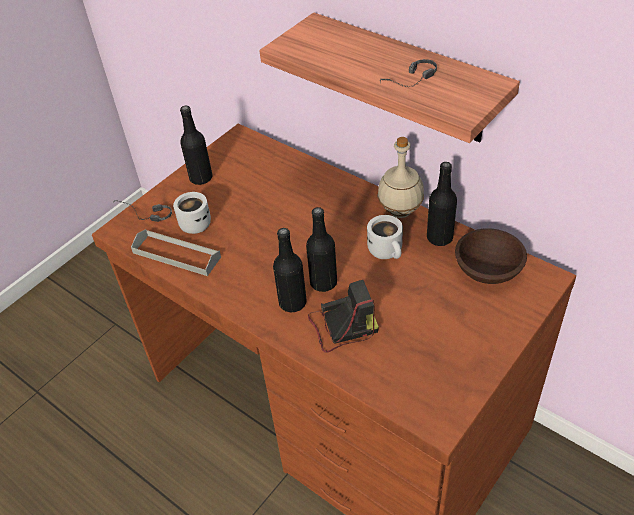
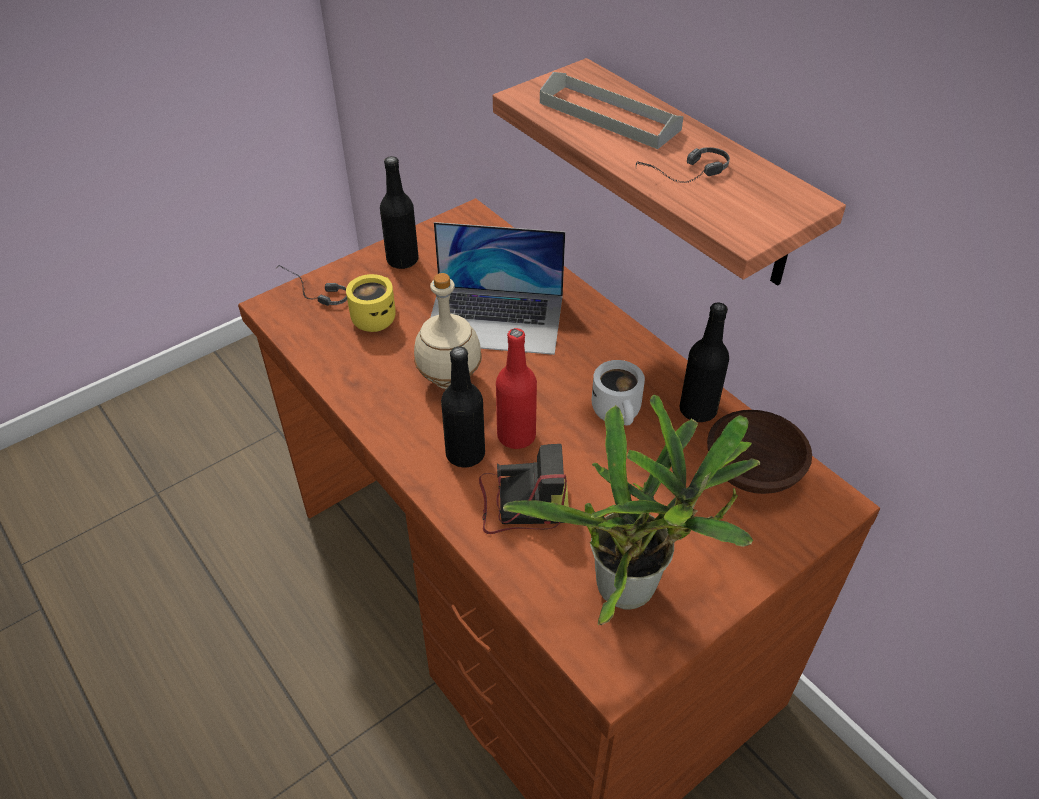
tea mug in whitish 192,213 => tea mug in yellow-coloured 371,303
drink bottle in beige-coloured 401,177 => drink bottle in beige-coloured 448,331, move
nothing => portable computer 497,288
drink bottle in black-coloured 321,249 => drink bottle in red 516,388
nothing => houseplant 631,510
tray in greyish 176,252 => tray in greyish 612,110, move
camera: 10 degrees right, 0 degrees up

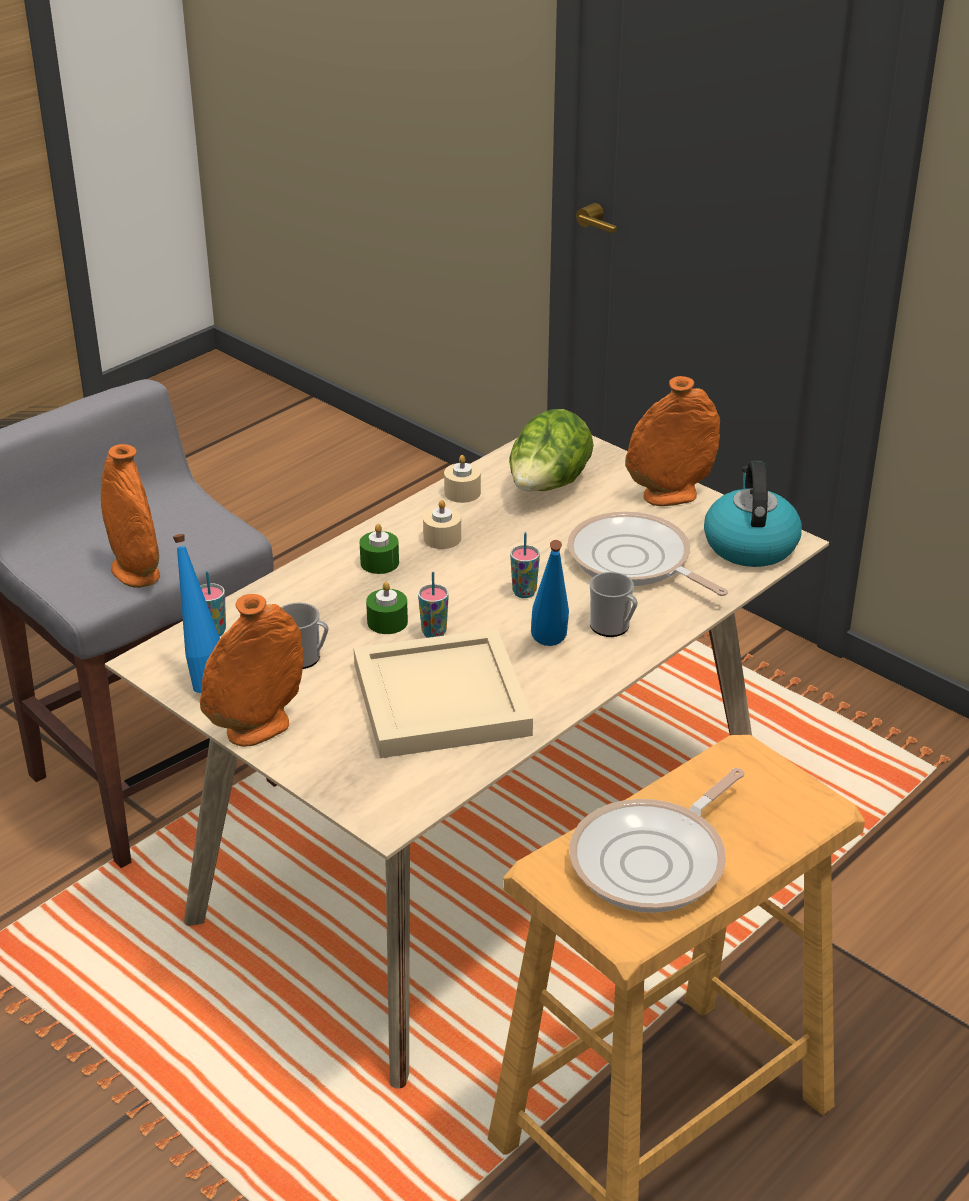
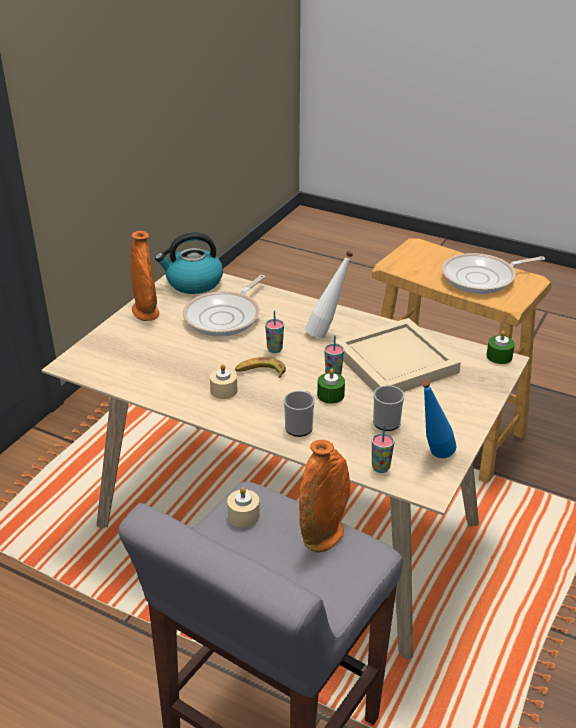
wax light in beige-coloured 462,479 => wax light in beige-coloured 243,507, move
nothing => whole banana 260,367
tea mug 614,604 => tea mug 299,414, move
drink bottle in blue-coloured 550,593 => drink bottle in whitish 329,294
frying pan 657,840 => frying pan 493,273, 135 degrees clockwise
wax light in green 379,549 => wax light in green 500,347, move
vase in orangey 252,670 => nothing
lettuce head 551,450 => nothing
camera: 105 degrees left, 0 degrees up

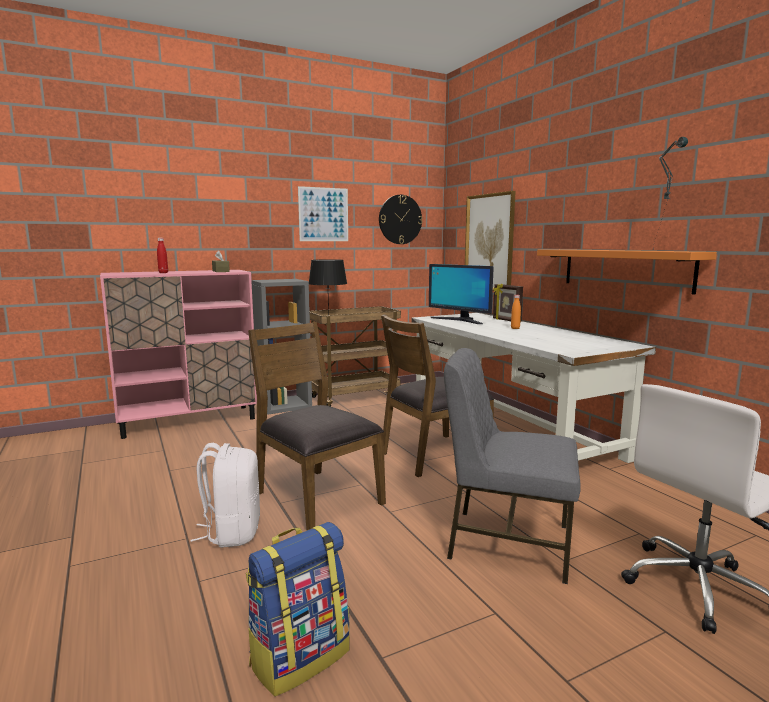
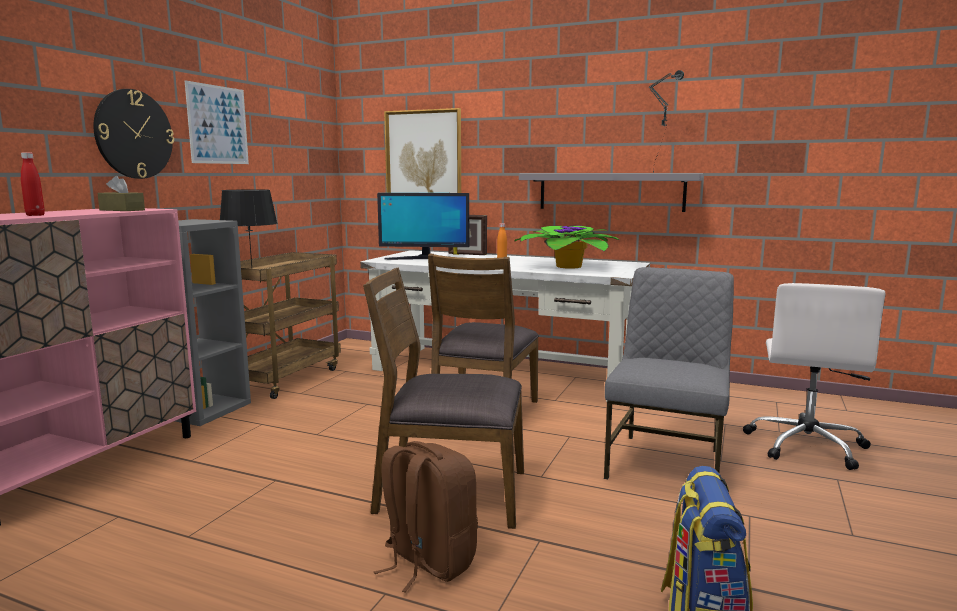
hanging clock 401,219 => hanging clock 133,134, move
backpack in whitish 225,495 => backpack in brown 426,516
nothing => houseplant 566,247
shelf in orangey 627,272 => shelf in greyish 611,193
upright chair in greyish 512,466 => upright chair in greyish 669,373, 135 degrees clockwise
camera: 40 degrees left, 0 degrees up

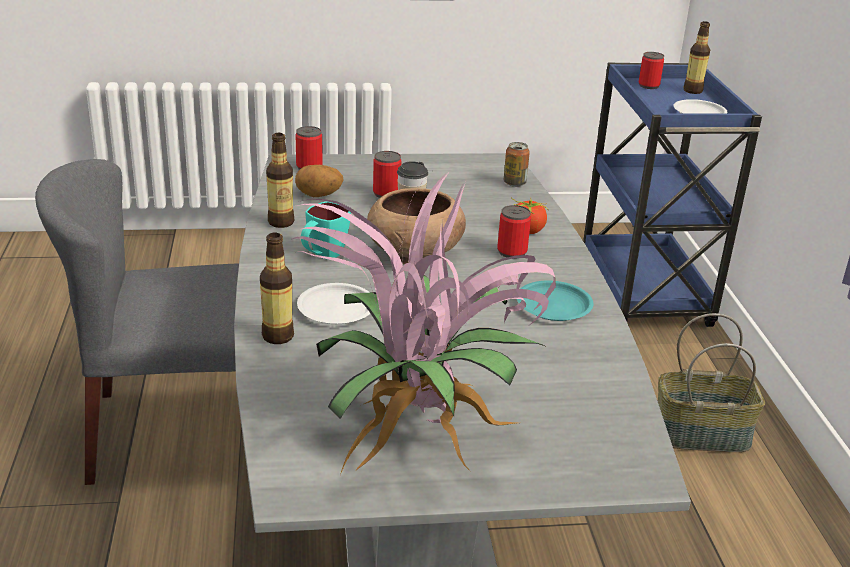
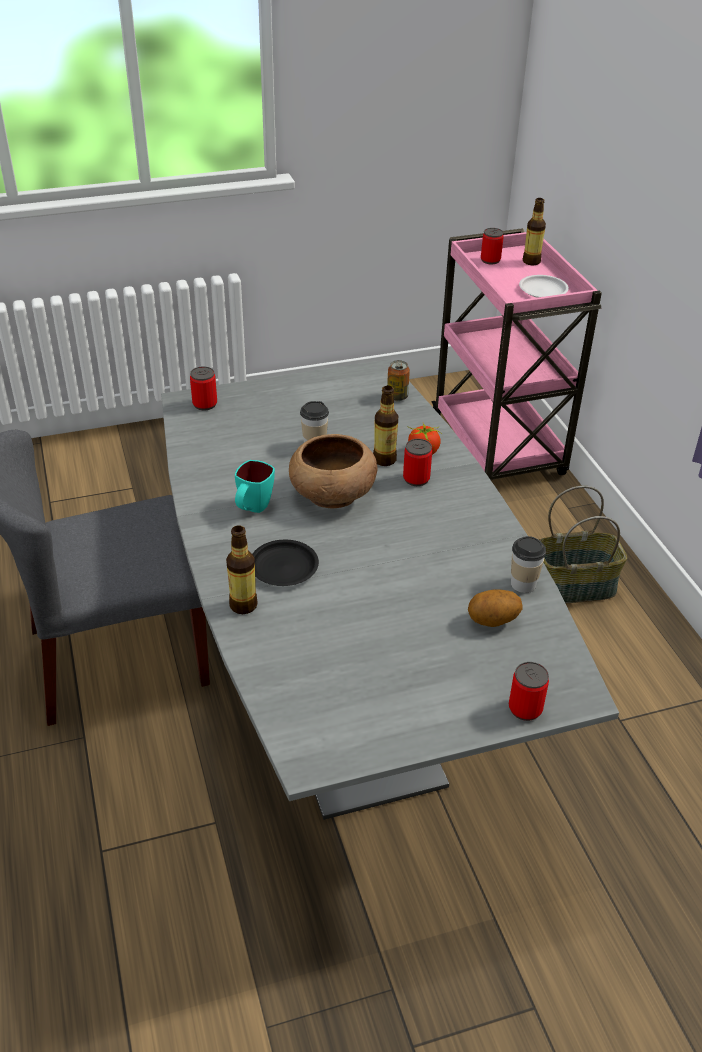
flat dish in whitish 334,303 => flat dish in black-coloured 285,563
drink bottle 280,180 => drink bottle 385,426, move
trolley in blue-coloured 672,195 => trolley in pinkish 516,354
spud 319,181 => spud 495,608, move
can 387,174 => can 529,691, move
nothing => small cup 528,564
houseplant 424,323 => nothing
flat dish in turquoise 555,300 => nothing
camera: 10 degrees left, 10 degrees up

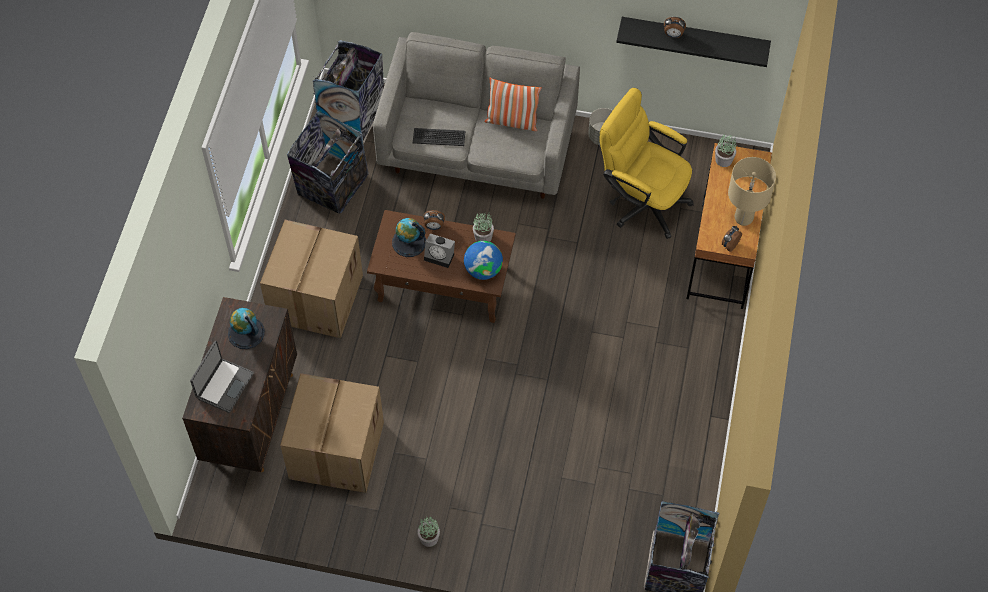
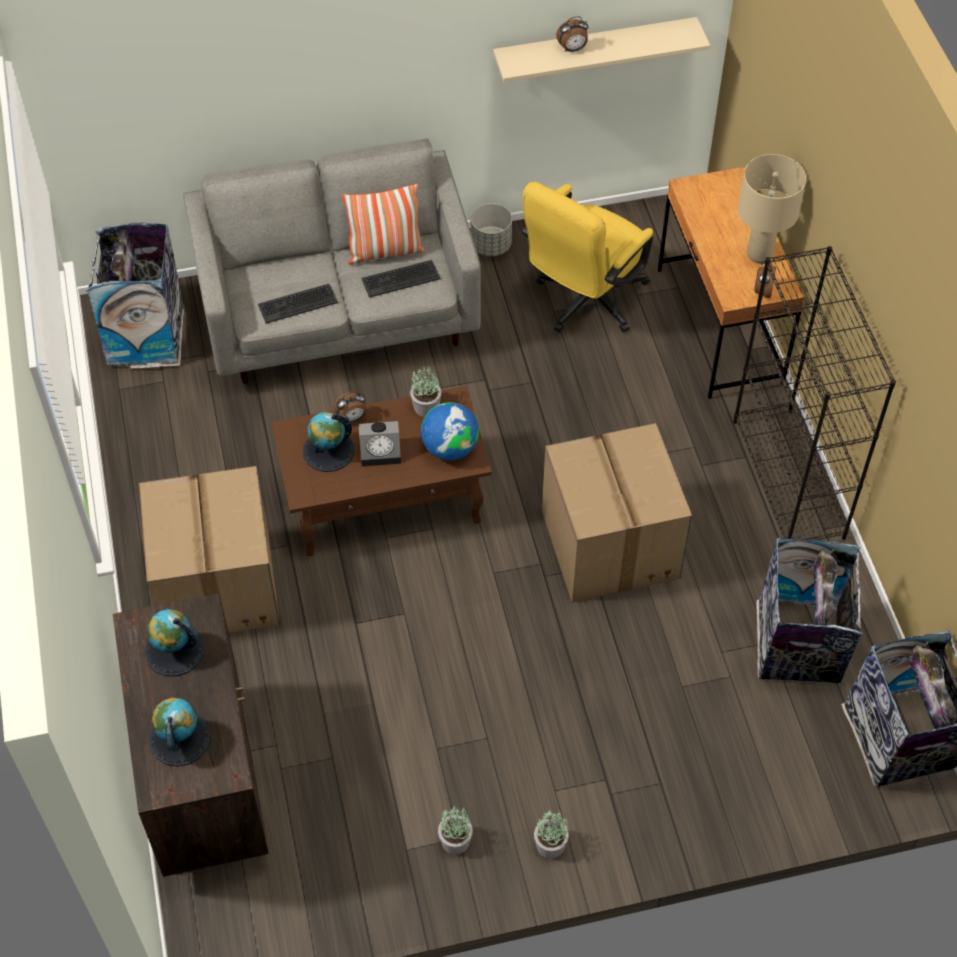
portable computer 222,377 => desk globe 180,732
nothing => PC keyboard 401,279
houseplant 725,150 => houseplant 455,830, move
shelf in black-coloured 693,42 => shelf in beige-coloured 601,49
desk chair in yellow-coloured 646,163 => desk chair in yellow-coloured 587,257, 60 degrees counterclockwise
packing box 332,433 => packing box 617,512, move
nothing => bookcase in black-coloured 814,393
waste bin 328,162 => waste bin 810,610, move
camera: 25 degrees left, 5 degrees down

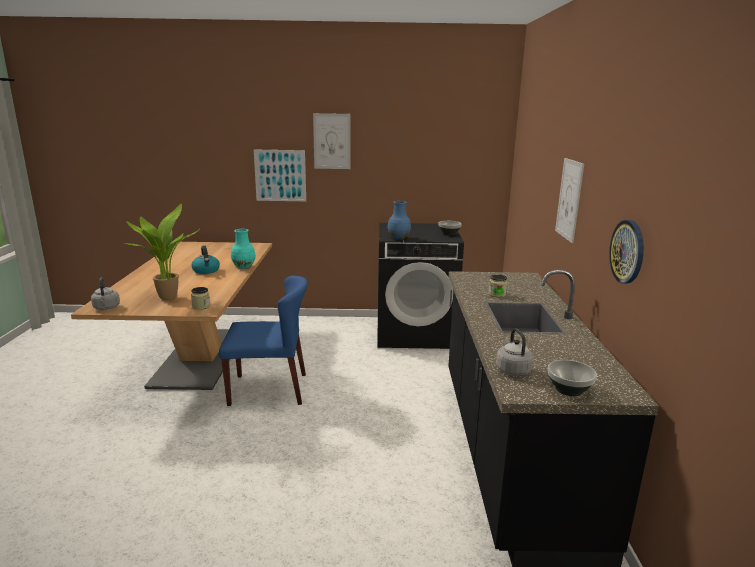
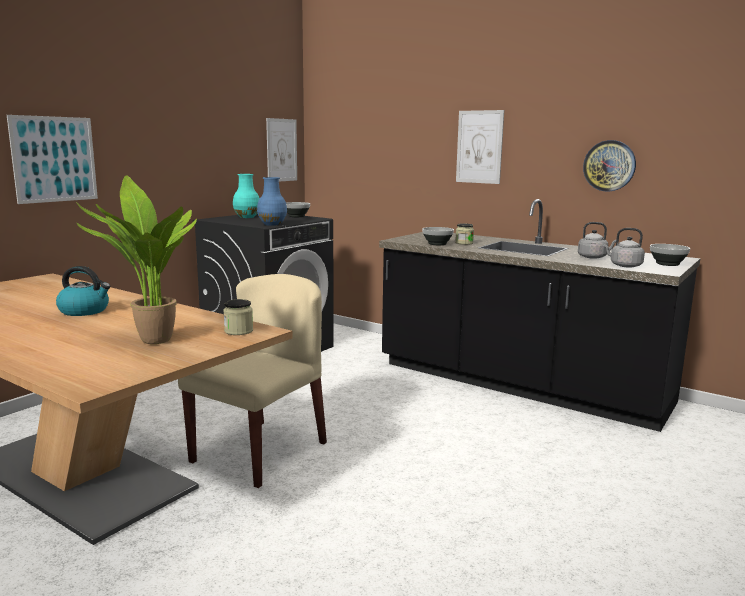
upright chair in blue-coloured 263,341 => upright chair in beige-coloured 252,381
vase in turquoise 243,249 => vase in turquoise 246,196, move
wall art 332,141 => wall art 281,150, move
nothing => deep dish 438,236
water kettle in greyish 105,293 => water kettle in greyish 597,240, move
camera: 55 degrees left, 5 degrees down

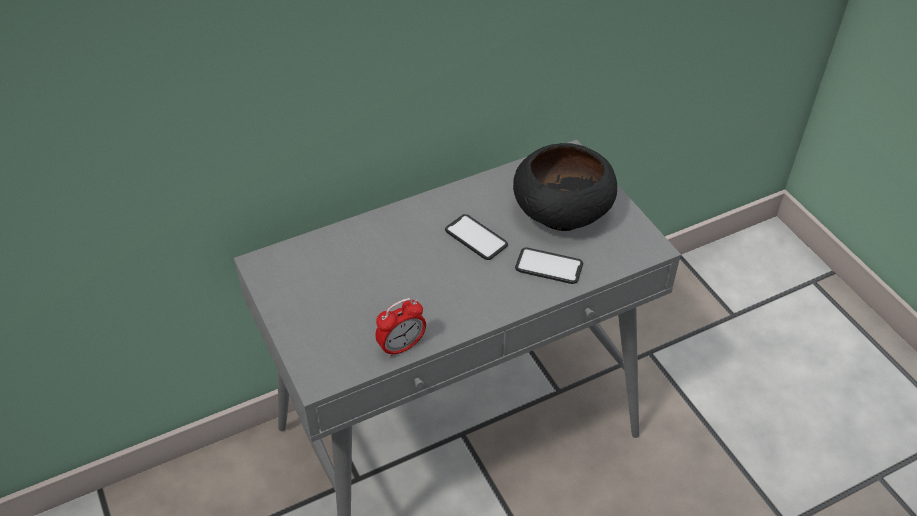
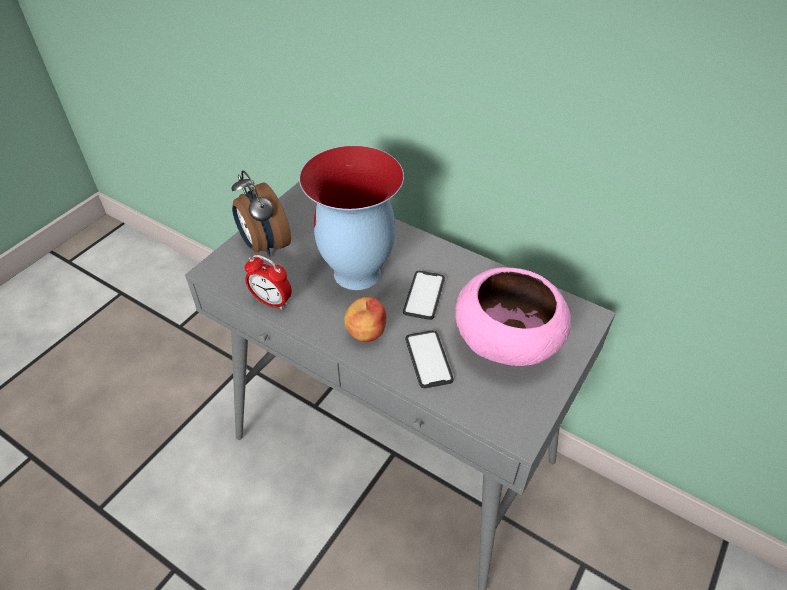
nothing => table clock 261,213
nothing => vase 351,218
nothing => whole apple 365,319
deep dish in black-coloured 565,187 => deep dish in pinkish 513,316
camera: 60 degrees right, 0 degrees up

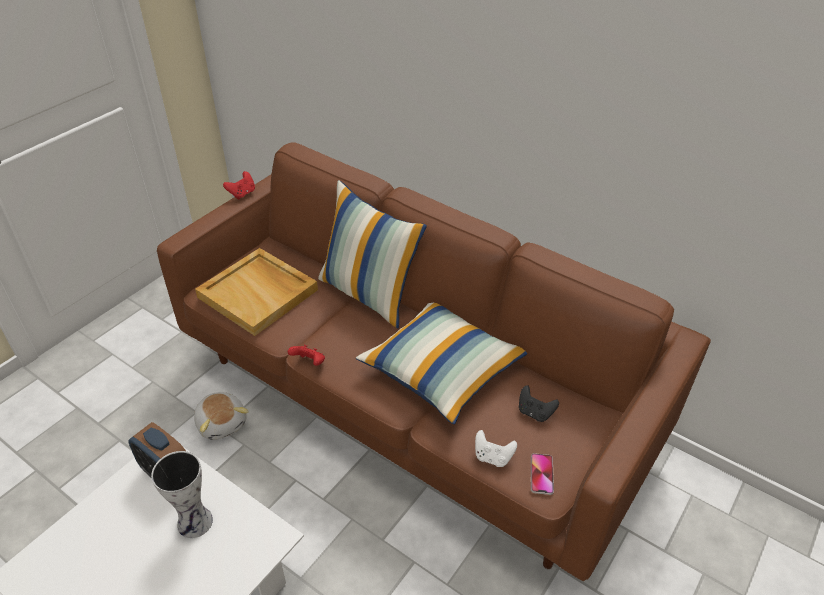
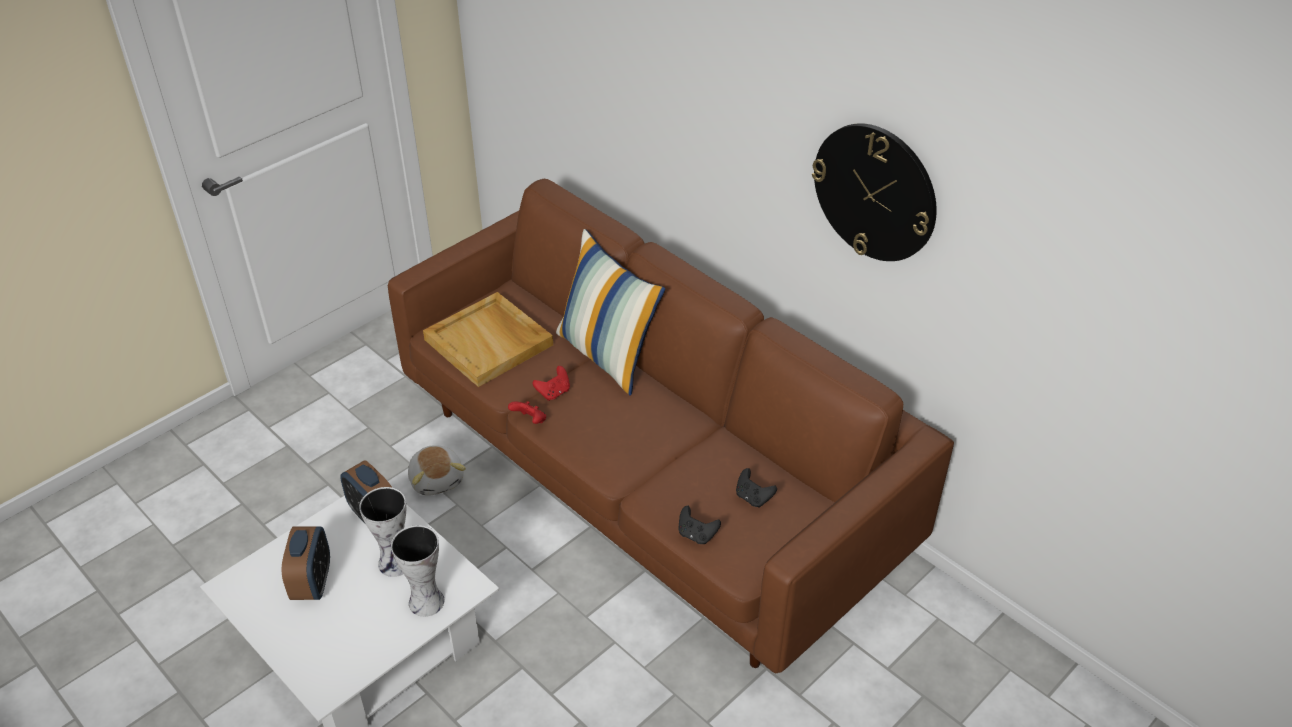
nothing => table clock 306,563
nothing => vase 417,571
game controller in red 239,185 => game controller in red 551,383, move
game controller in whitish 496,448 => game controller in black-coloured 700,525
nothing => hanging clock 874,192
throw pillow 441,364 => nothing
handset 542,474 => nothing
camera: 10 degrees right, 0 degrees up

